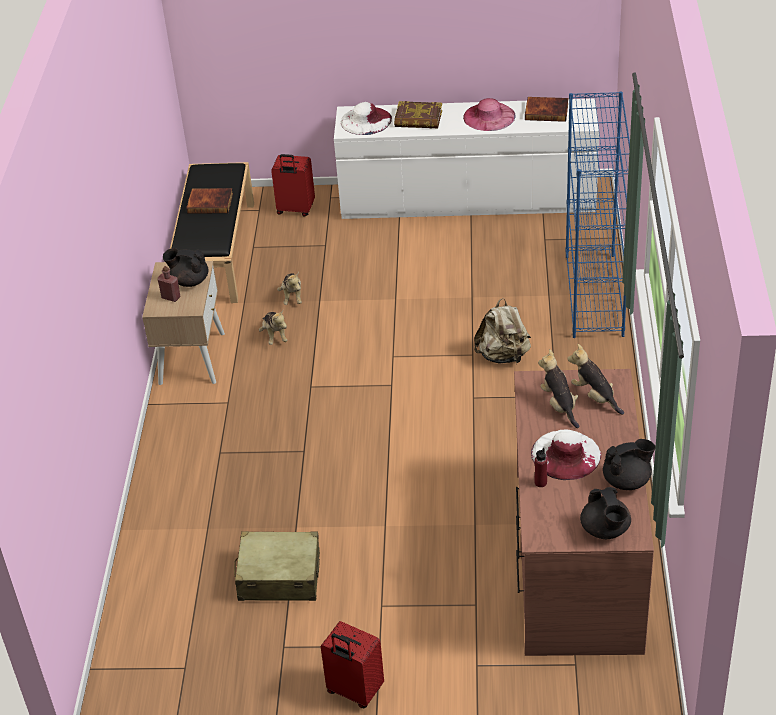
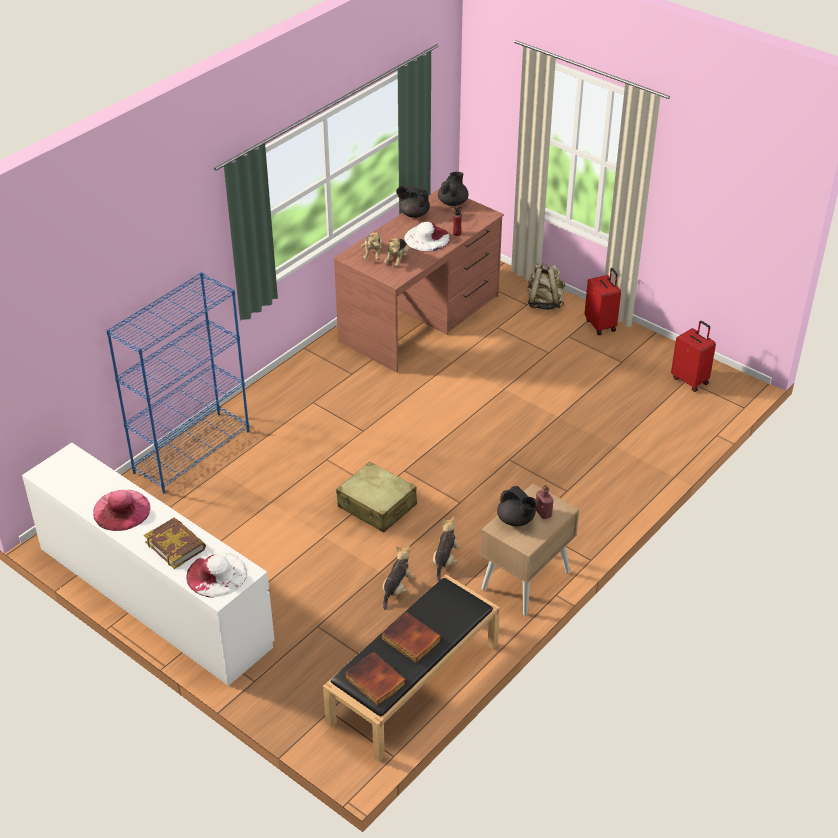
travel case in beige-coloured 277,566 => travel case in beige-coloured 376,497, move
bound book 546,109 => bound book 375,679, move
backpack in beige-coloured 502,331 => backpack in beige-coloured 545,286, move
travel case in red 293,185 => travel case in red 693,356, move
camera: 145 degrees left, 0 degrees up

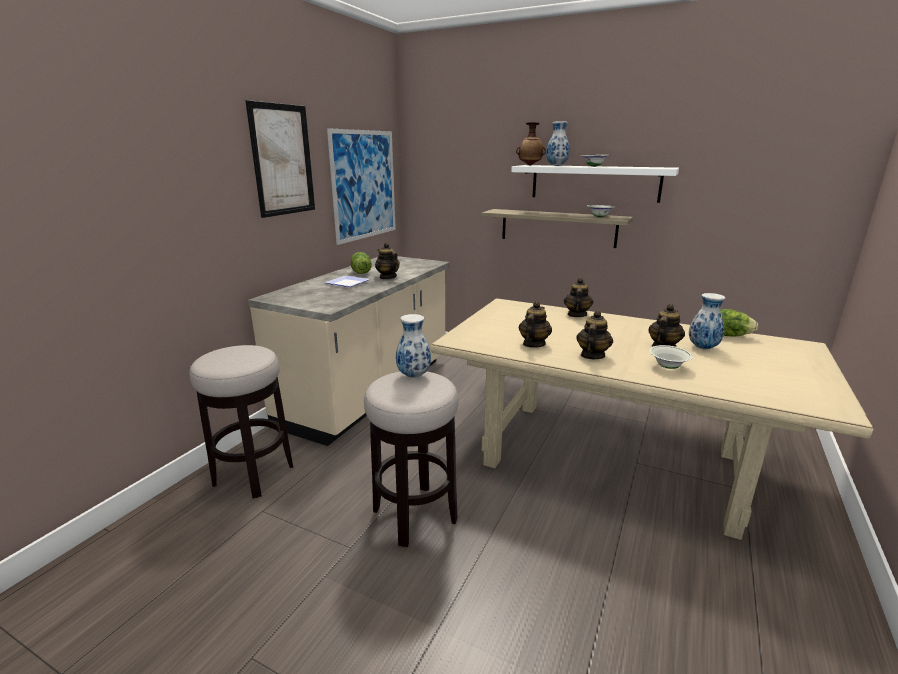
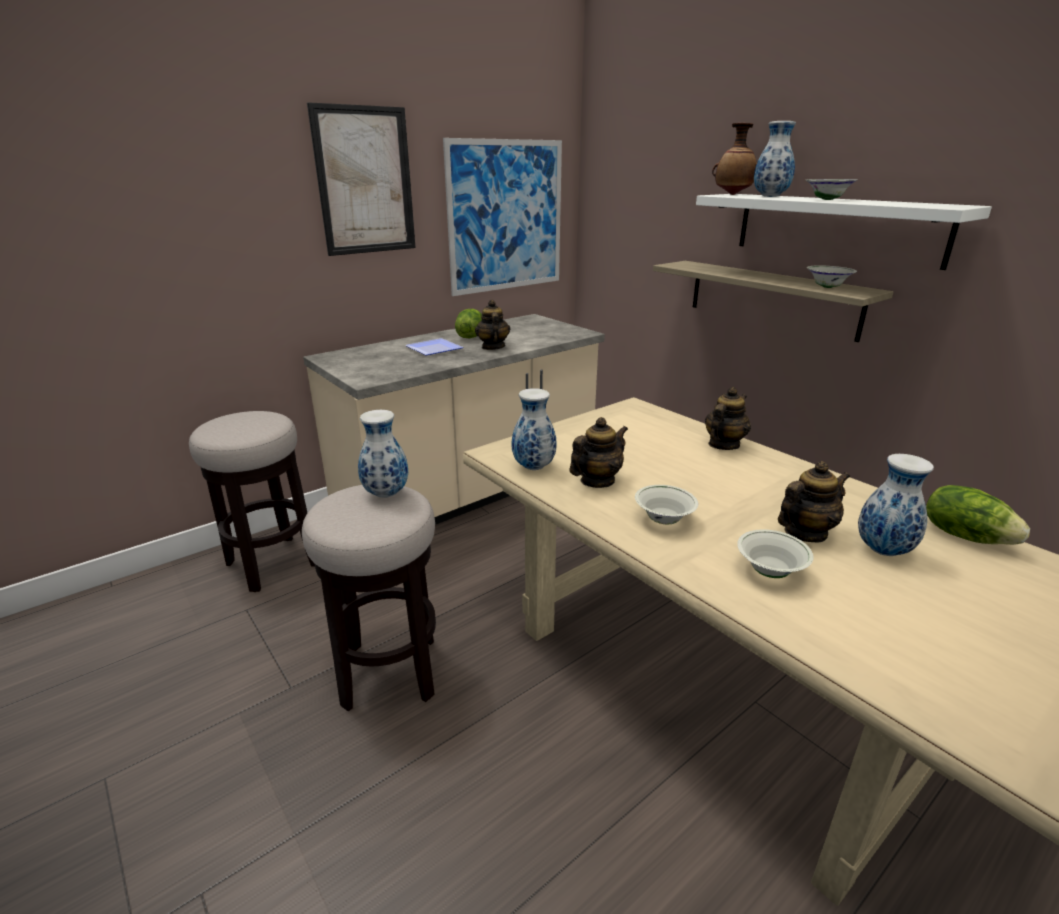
nothing => vase 534,429
teapot 595,335 => deep dish in whitish 666,504
camera: 25 degrees right, 5 degrees up

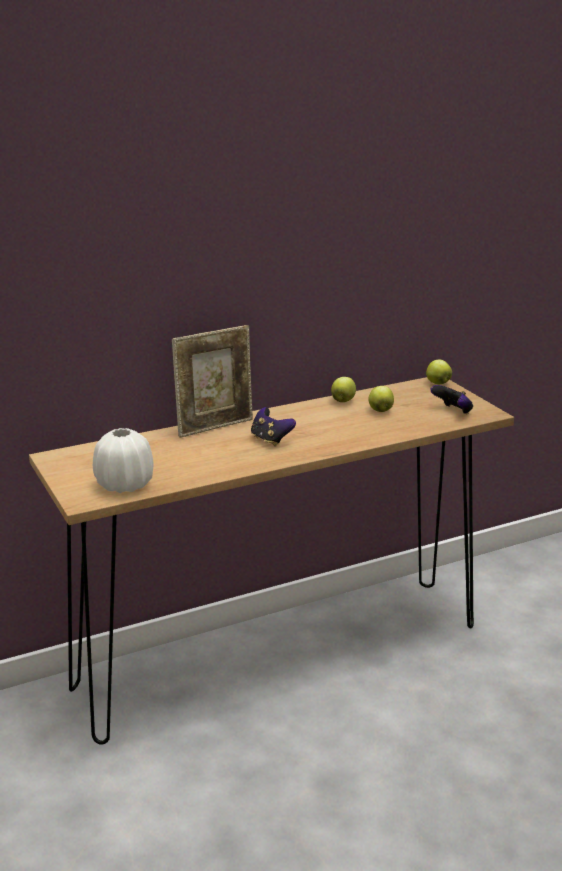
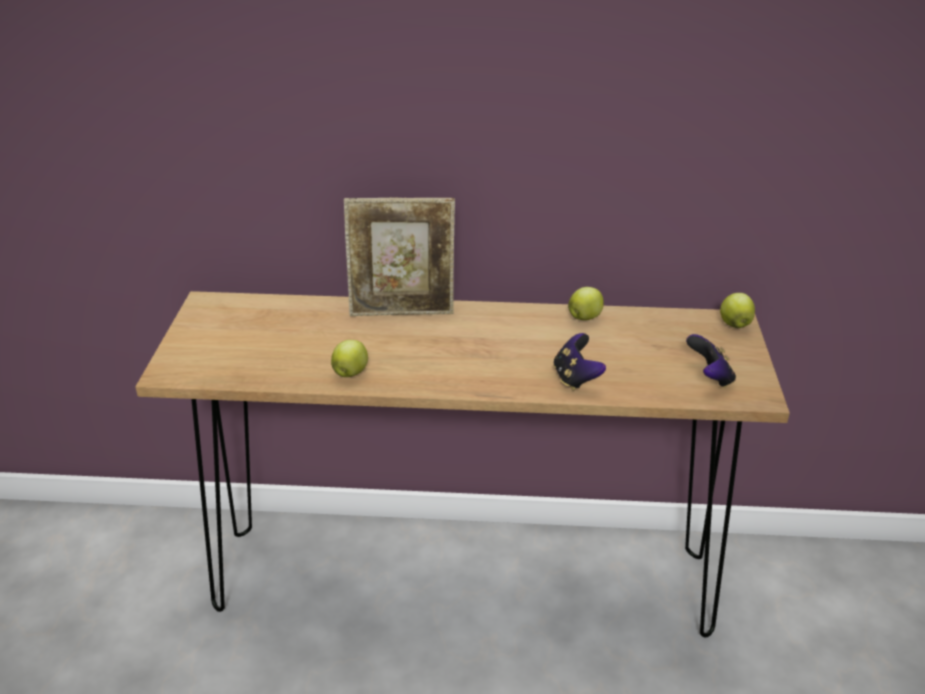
whole apple 381,399 => whole apple 349,358, move
game controller 273,426 => game controller 579,362, move
vase in whitish 123,460 => nothing
camera: 30 degrees right, 10 degrees up

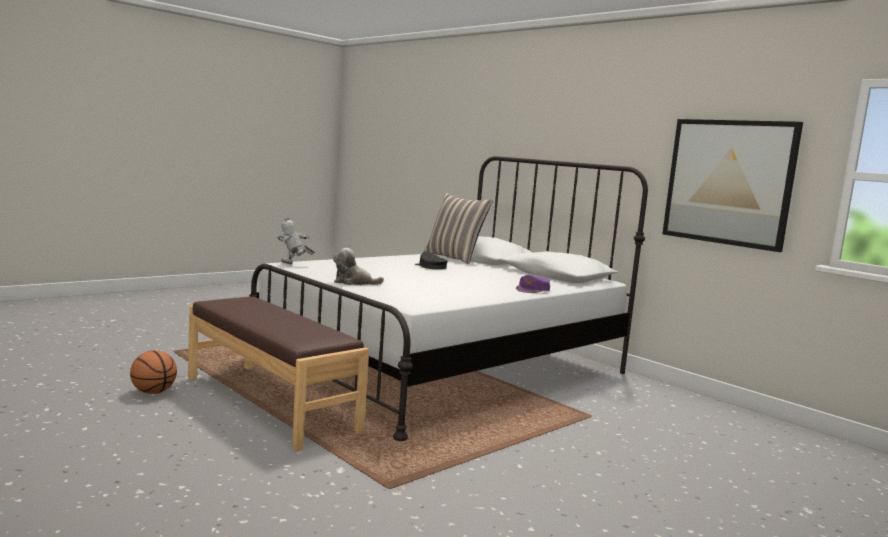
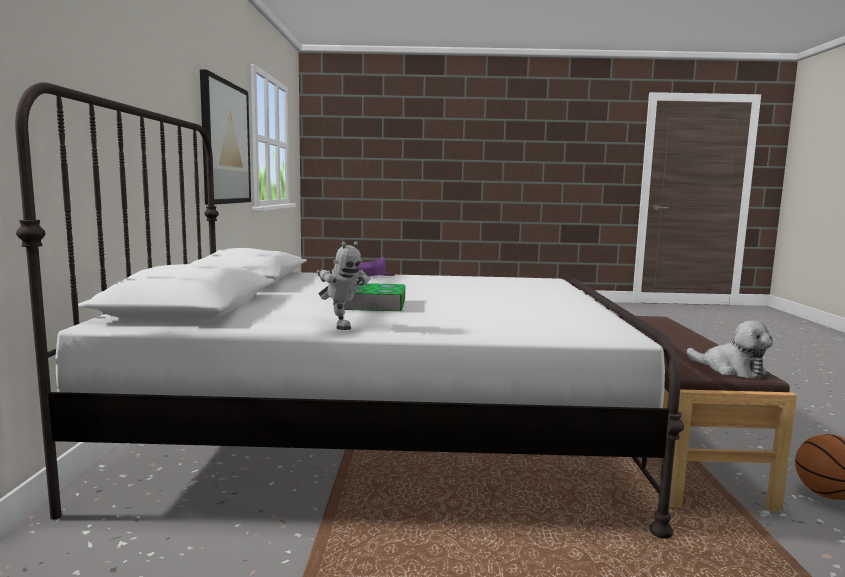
toy robot 296,240 => toy robot 343,285, move
cap in black-coloured 431,260 => bound book 374,297
cuddly toy 358,266 => cuddly toy 730,349, move
throw pillow 458,228 => nothing
camera: 135 degrees left, 0 degrees up

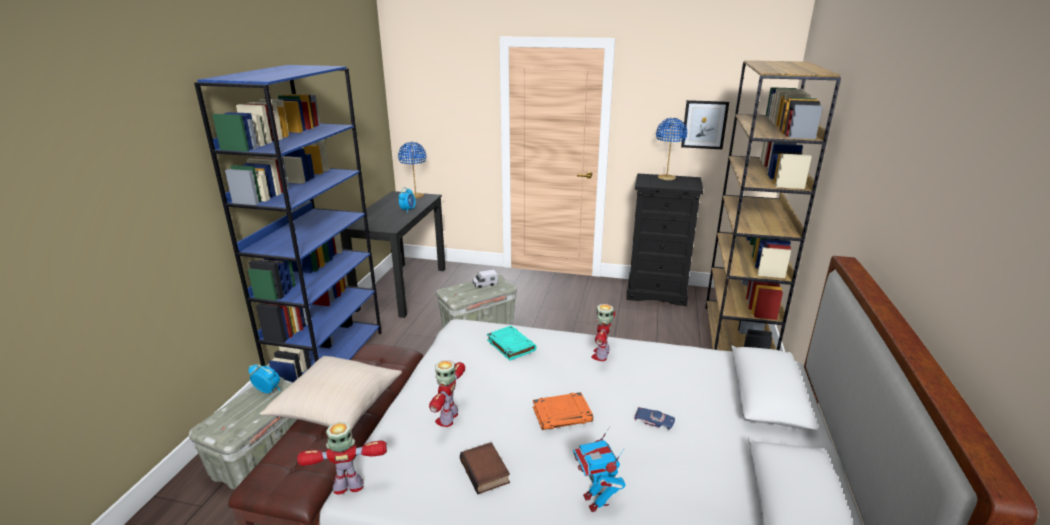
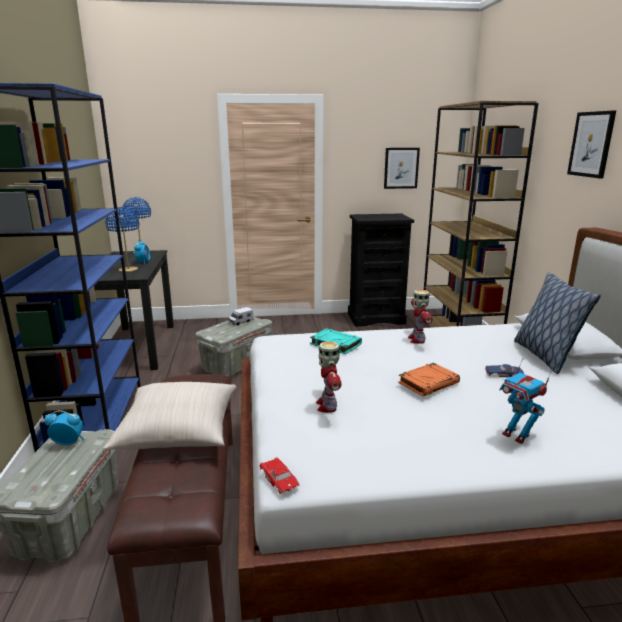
lamp for a table in blue-coloured 671,149 => lamp for a table in blue-coloured 122,239, move
toy robot 342,458 => miniature car in red 280,475
nothing => throw pillow 557,323
nothing => wall art 591,144
bound book 485,468 => nothing
camera: 20 degrees left, 5 degrees down

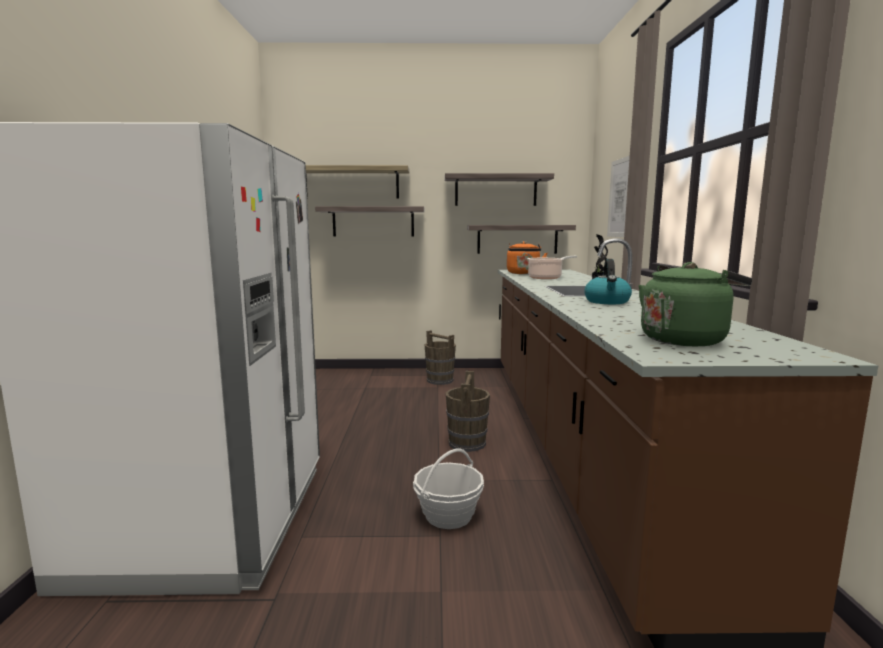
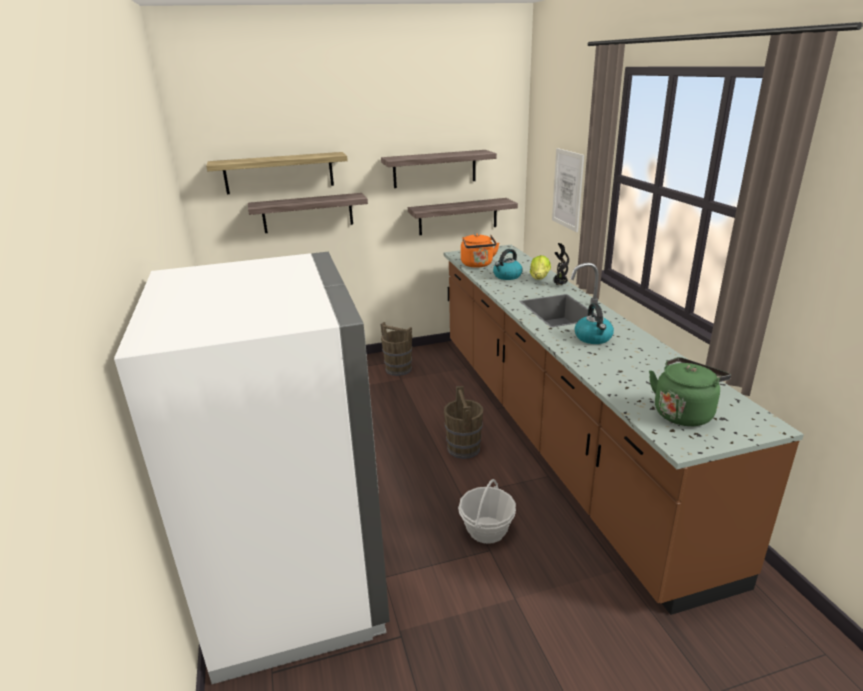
saucepot 552,267 => water kettle 508,264
nothing => lettuce head 540,267
camera: 15 degrees left, 15 degrees up

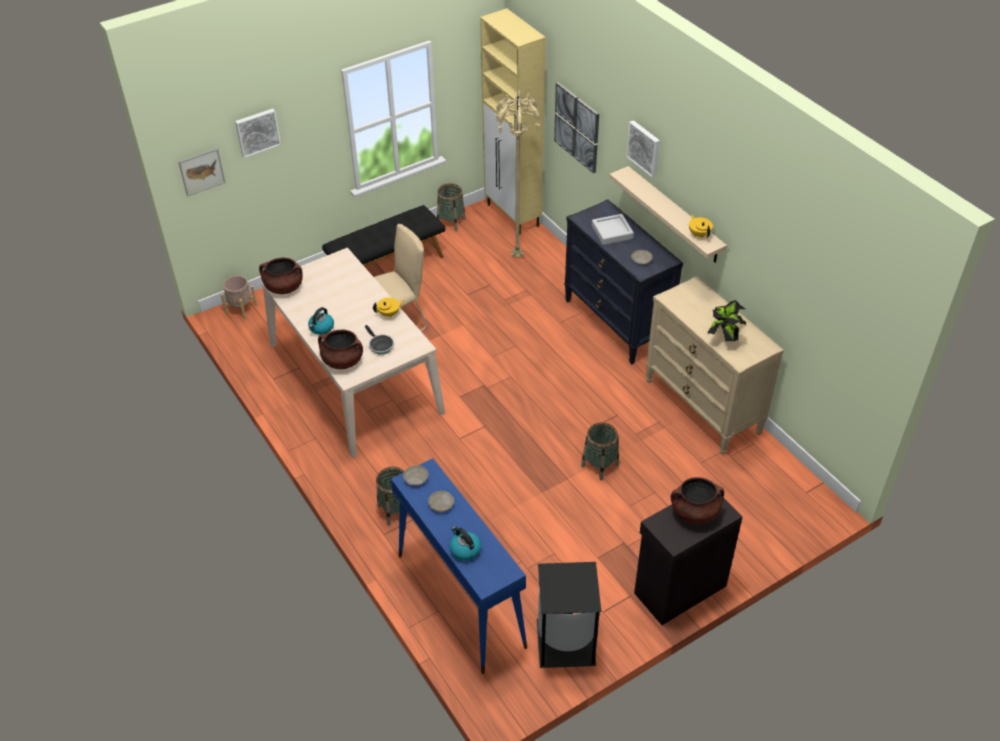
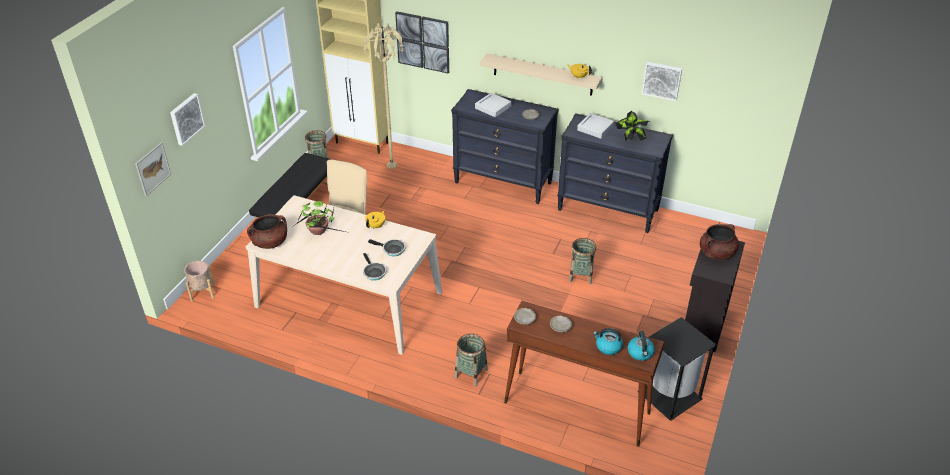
nothing => houseplant 320,218
saucepot in brown 340,349 => frying pan 374,267
console table in blue-coloured 459,566 => console table in brown 584,374
drawer chest in beige-coloured 715,365 => drawer chest in black-coloured 615,173
nothing => tray in greyish 595,126
water kettle 321,321 => water kettle 641,346, move
wall art 643,149 => wall art 662,81, move
camera: 35 degrees left, 5 degrees down

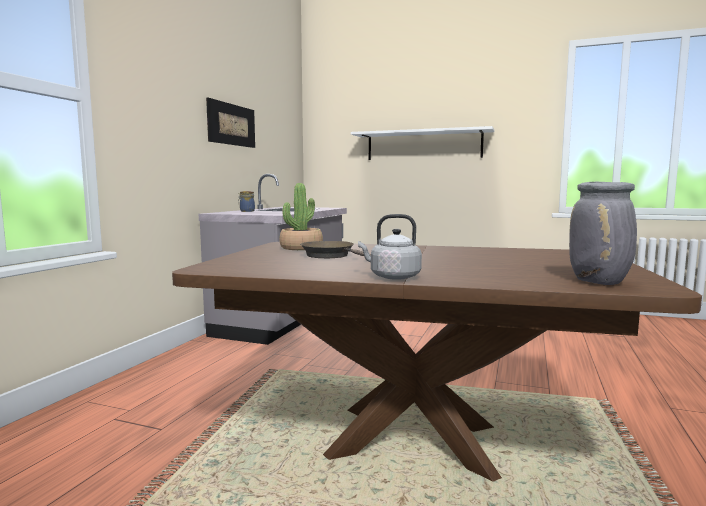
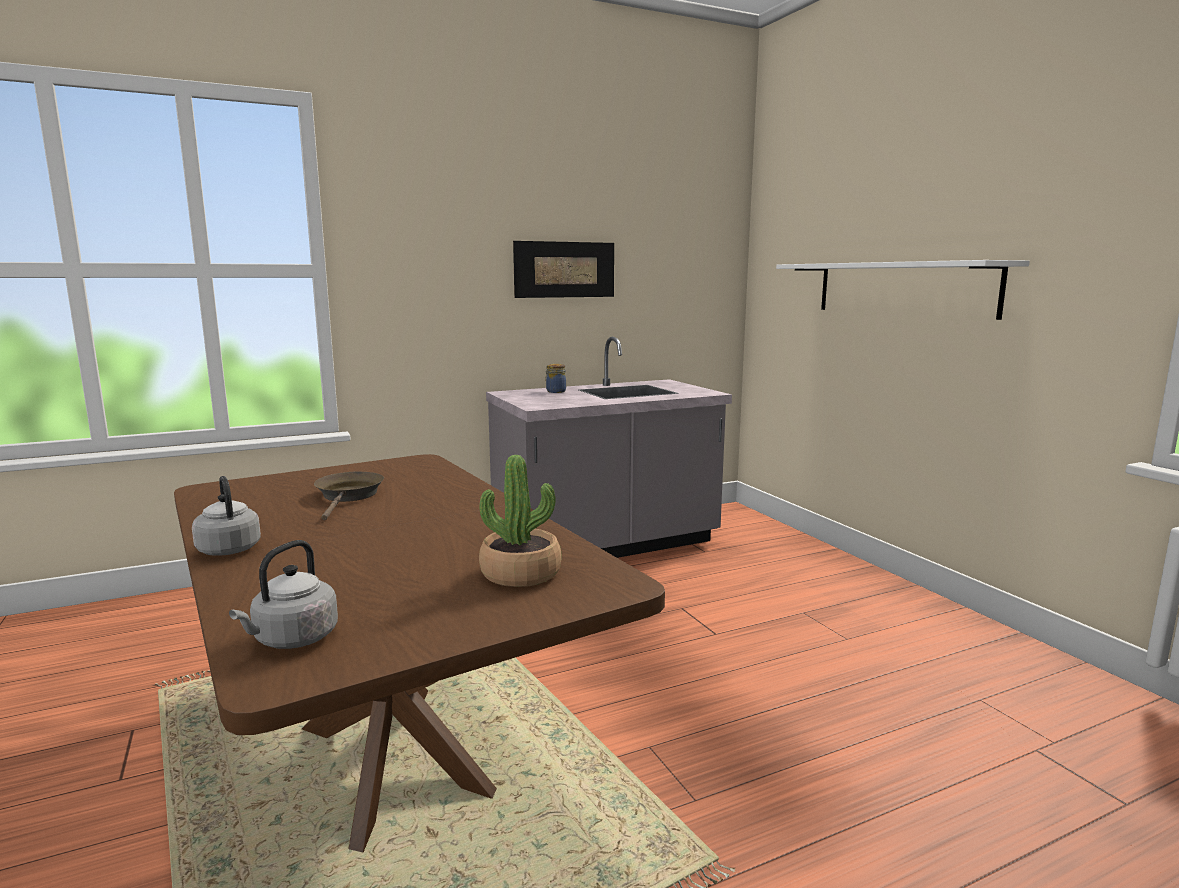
vase in greyish 603,233 => water kettle in greyish 283,594
houseplant 301,216 => houseplant 520,521, move
camera: 45 degrees right, 5 degrees up

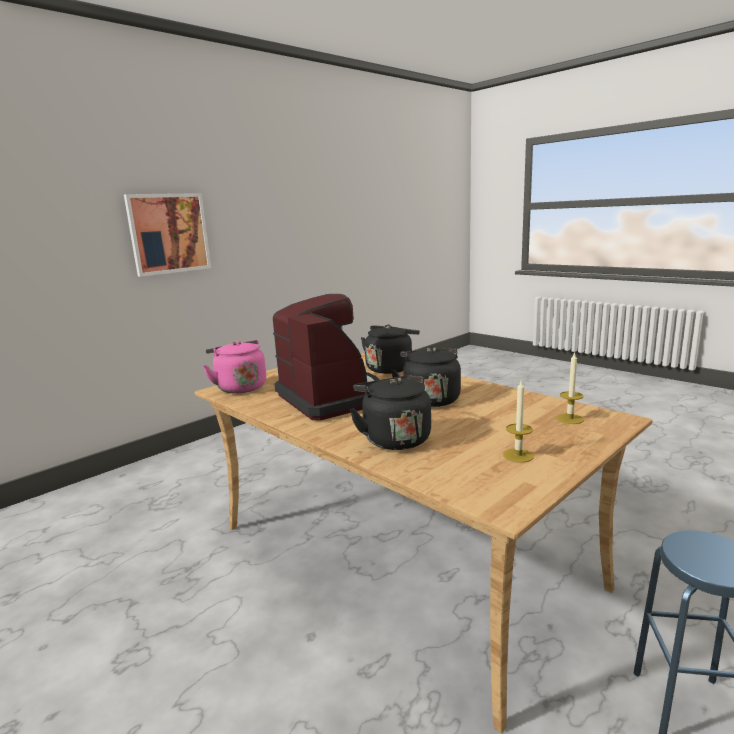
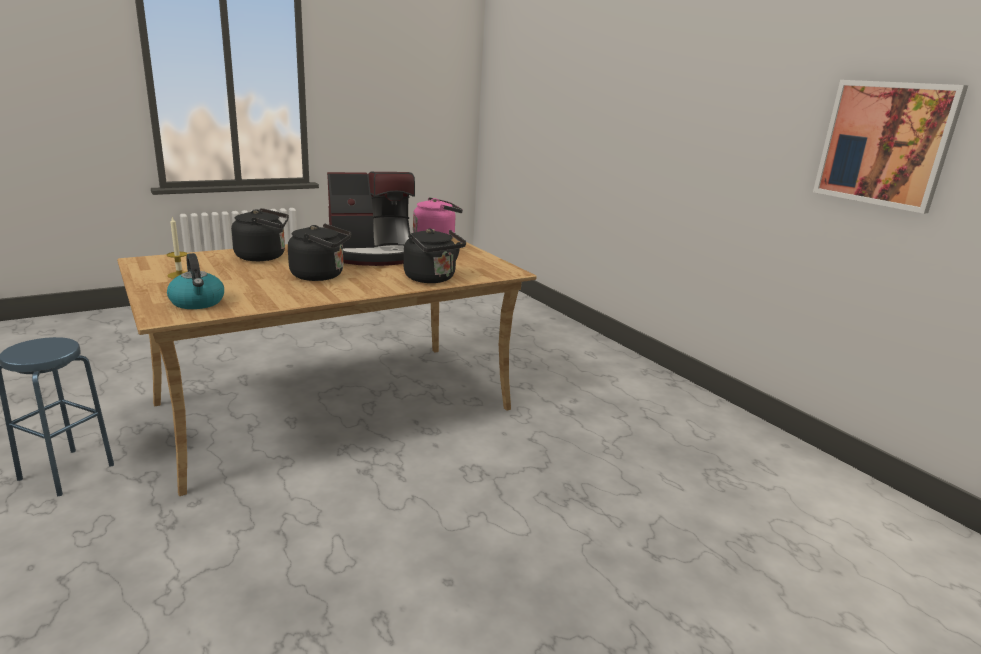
wax light 570,388 => water kettle 195,281
wall art 167,235 => wall art 890,147, move
camera: 100 degrees right, 5 degrees up

